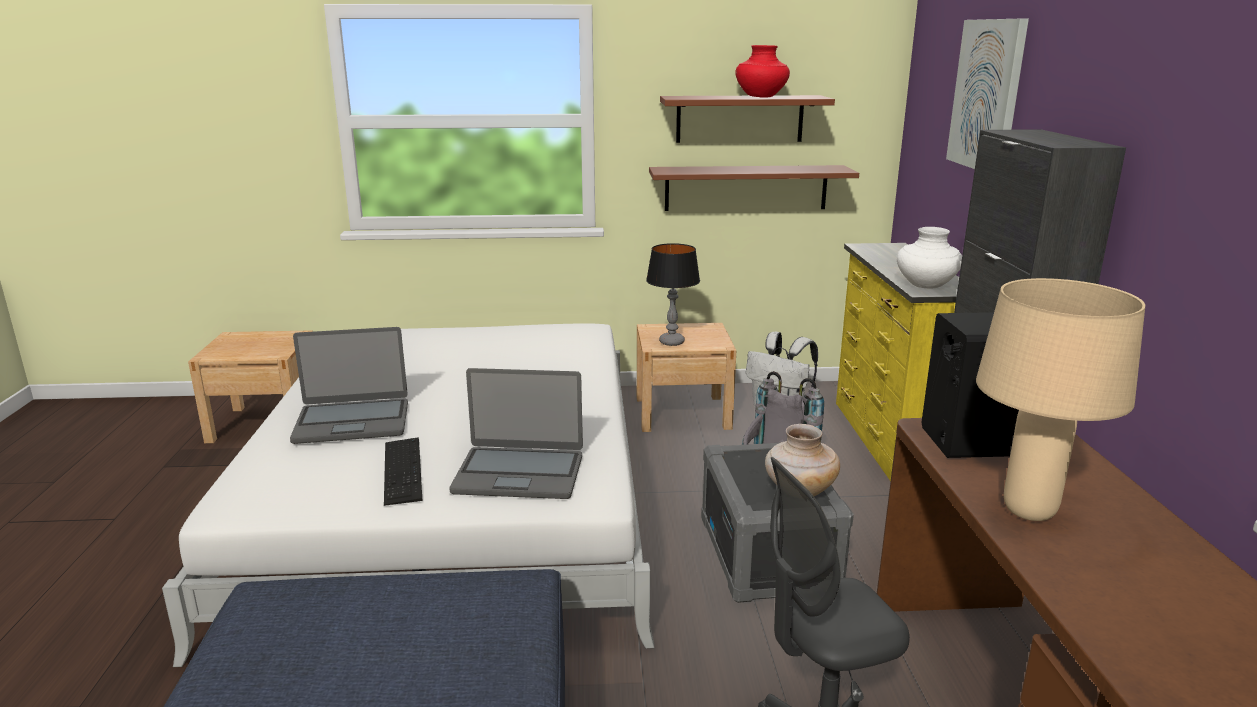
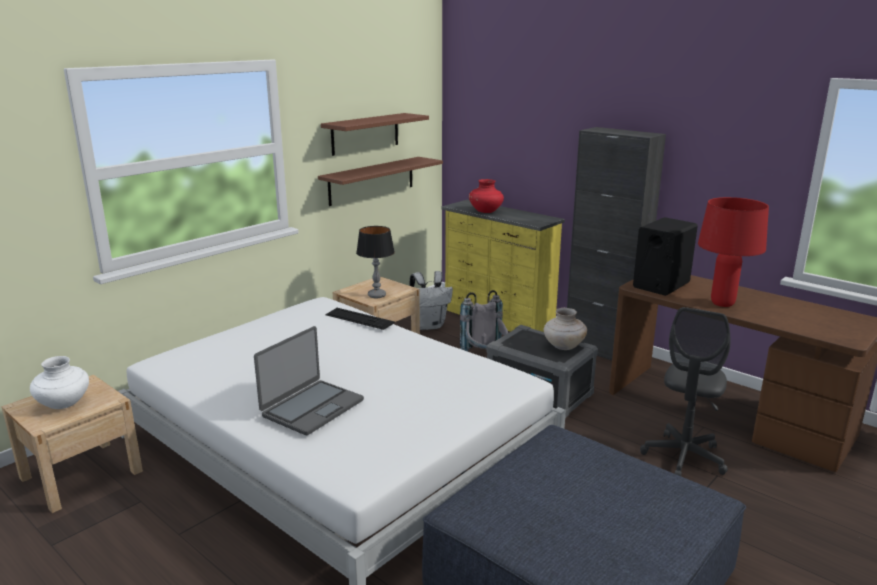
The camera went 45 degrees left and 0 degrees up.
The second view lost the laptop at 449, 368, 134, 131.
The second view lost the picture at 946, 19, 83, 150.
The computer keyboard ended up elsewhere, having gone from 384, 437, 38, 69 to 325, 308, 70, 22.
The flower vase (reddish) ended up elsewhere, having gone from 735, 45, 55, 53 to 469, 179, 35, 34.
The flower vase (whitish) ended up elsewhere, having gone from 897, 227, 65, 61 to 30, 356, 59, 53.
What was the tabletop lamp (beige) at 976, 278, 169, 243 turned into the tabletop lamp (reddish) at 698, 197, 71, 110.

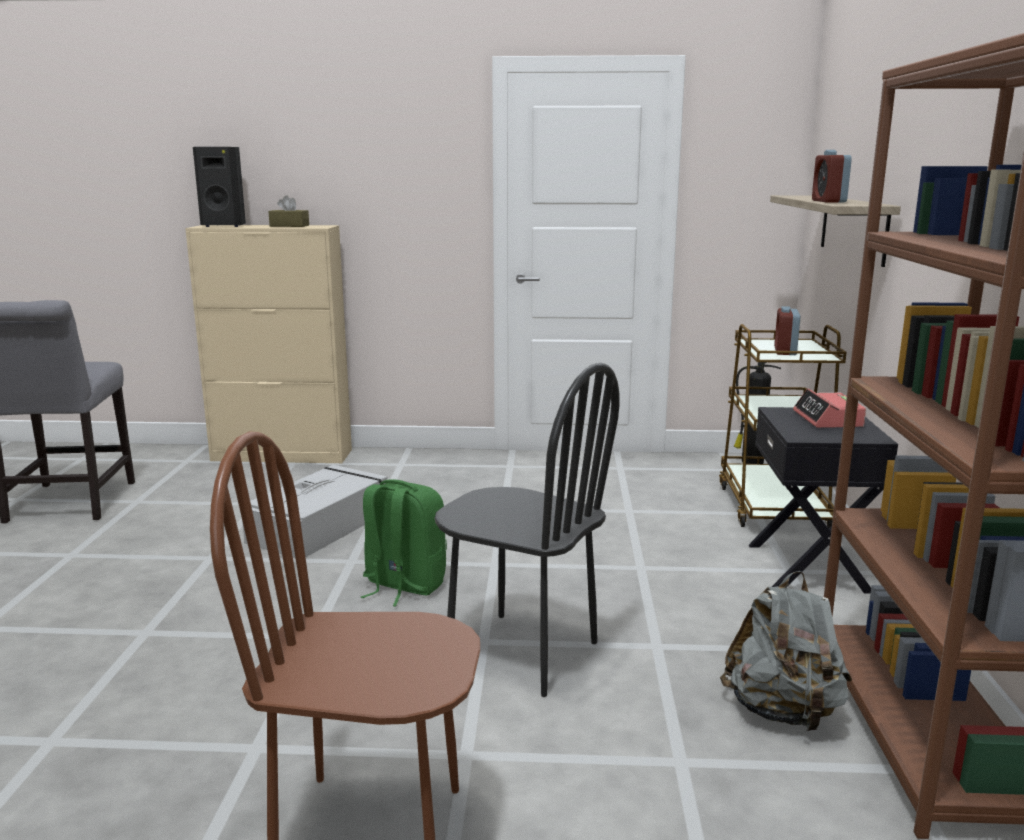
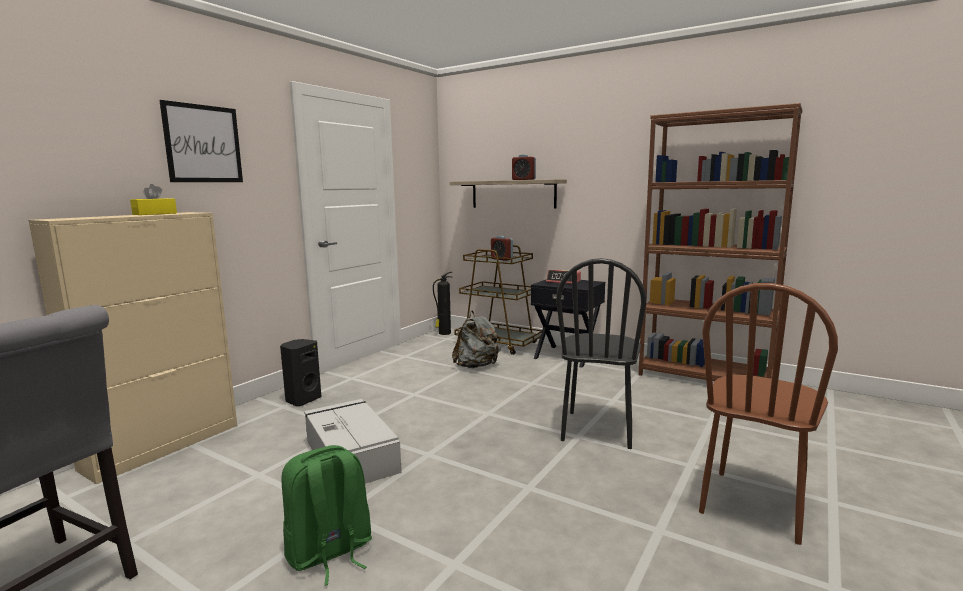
The camera went 60 degrees left and 5 degrees down.
The second view gained the picture at 159, 100, 84, 82.
The audio speaker (blackish) ended up elsewhere, having gone from 193, 147, 53, 80 to 280, 339, 41, 67.
The backpack (green-coloured) ended up elsewhere, having gone from 361, 479, 86, 127 to 282, 445, 90, 141.
The backpack (greyish) ended up elsewhere, having gone from 720, 571, 132, 160 to 452, 310, 49, 58.
What was the tissue holder (brown) at 268, 196, 41, 31 turned into the tissue holder (yellow) at 130, 184, 47, 31.
The plain chair (blackish) at 435, 363, 184, 334 ended up facing another way, 135 degrees clockwise from before.

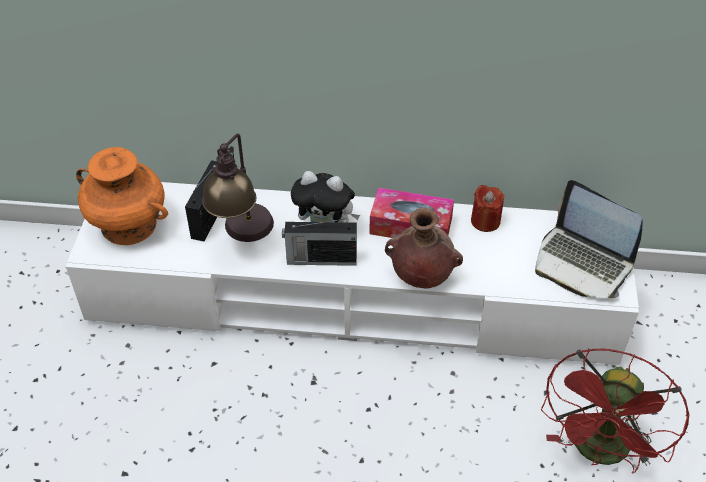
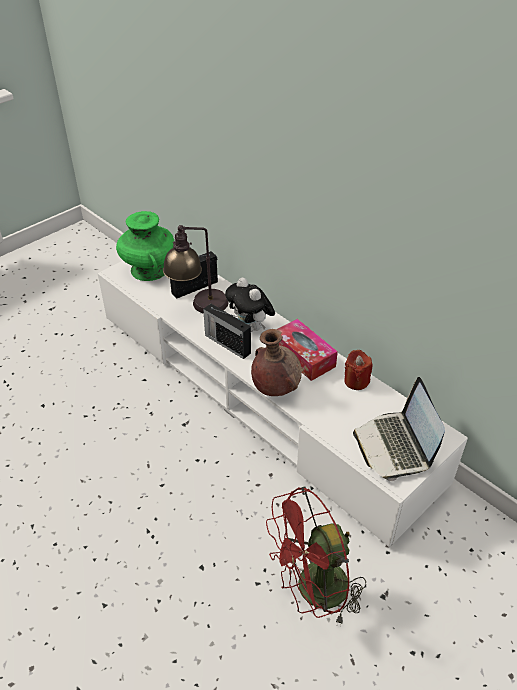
The camera went 40 degrees right and 5 degrees down.
What was the flower vase (orange) at 76, 147, 92, 98 turned into the flower vase (green-coloured) at 116, 211, 58, 70.

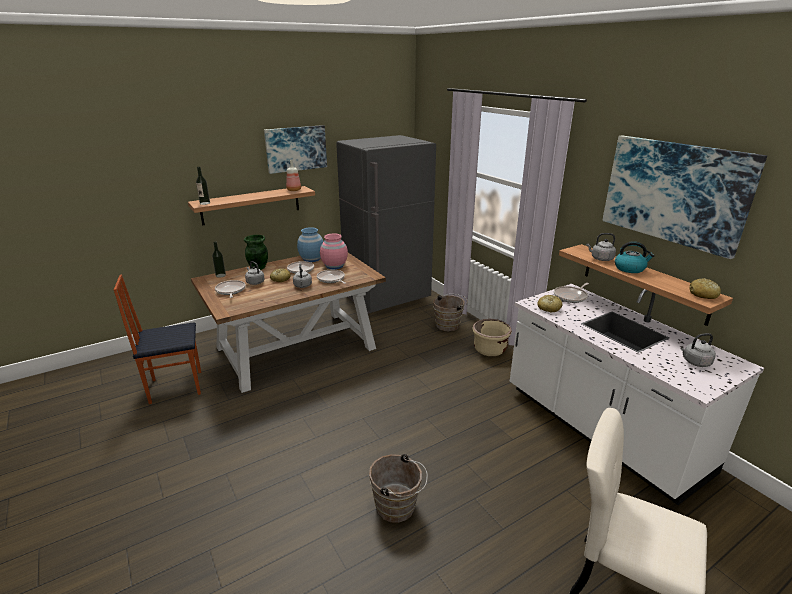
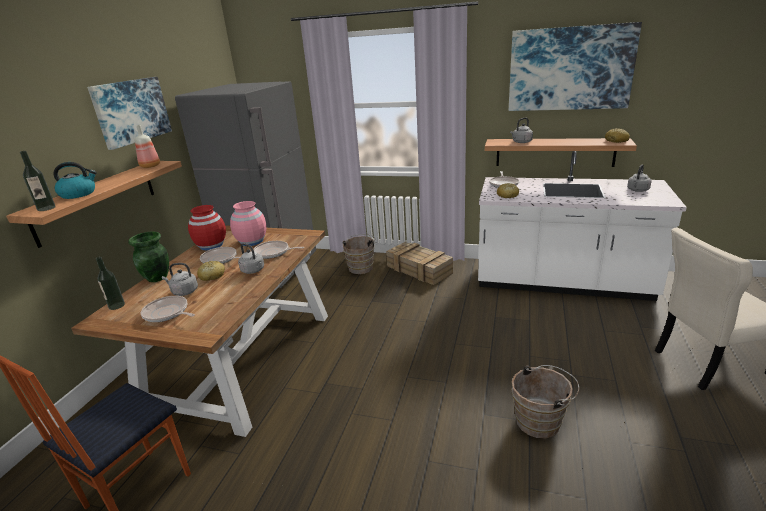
The camera went 40 degrees left and 0 degrees up.
The kettle ended up elsewhere, having gone from 615, 241, 40, 32 to 53, 162, 44, 37.
Where the planter (beige) stood at 472, 319, 40, 37, the crate came to stand at 386, 242, 67, 43.
What was the flower vase (bluish) at 297, 227, 27, 35 turned into the flower vase (reddish) at 188, 205, 38, 45.

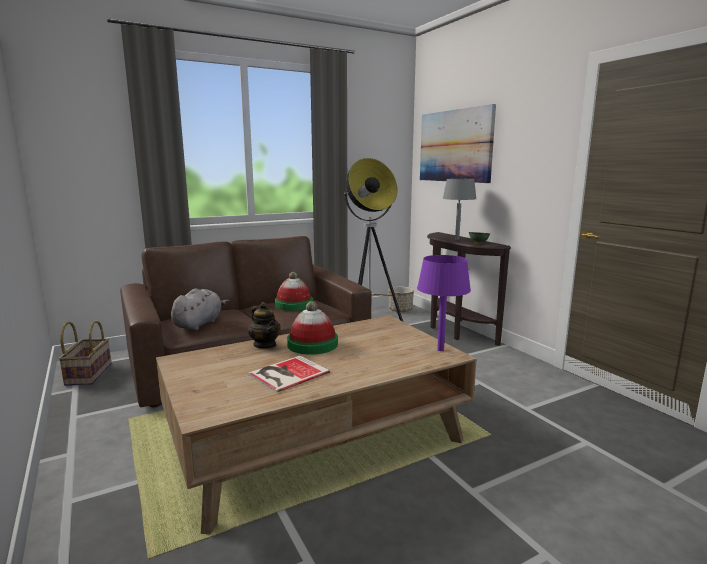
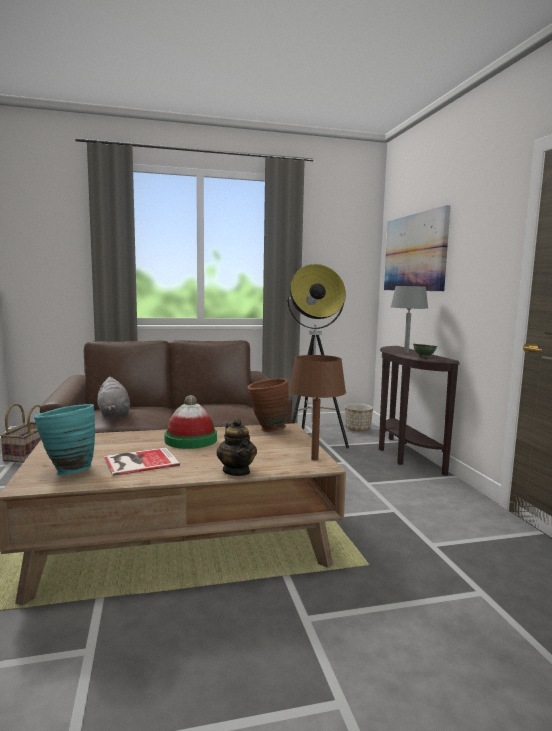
The camera went 15 degrees right and 5 degrees down.
The second view lost the clothing hat at 275, 272, 38, 39.
The second view gained the flower vase (turquoise) at 34, 404, 61, 71.
The second view gained the flower vase (brown) at 247, 378, 42, 54.
The pot for tea ended up elsewhere, having gone from 248, 302, 33, 47 to 216, 418, 41, 58.
What was the tabletop lamp (purple) at 417, 255, 54, 96 turned into the tabletop lamp (brown) at 288, 355, 58, 105.
The soft toy (greyish) at 171, 288, 59, 42 ended up facing another way, 120 degrees clockwise from before.

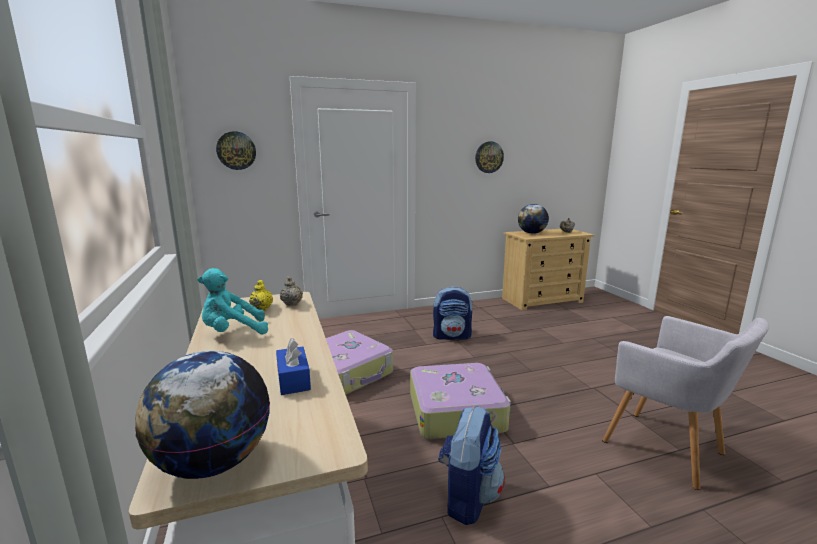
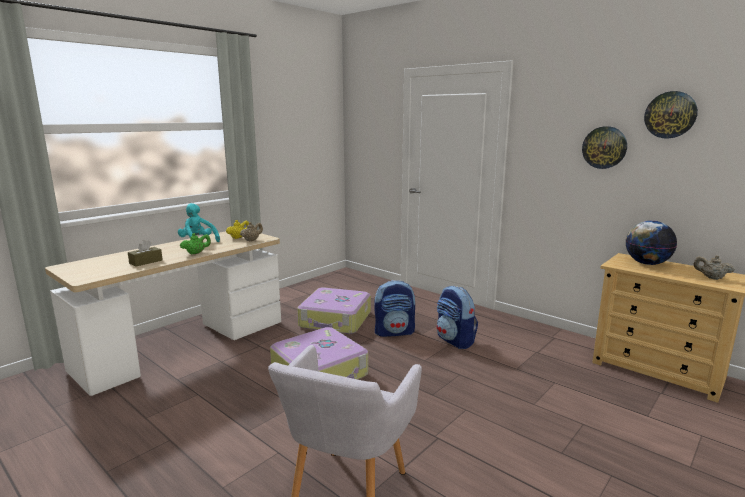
The camera went 60 degrees right and 0 degrees up.
The second view lost the globe at 135, 351, 135, 128.
The second view gained the pot for tea (green-coloured) at 180, 233, 31, 22.
The clock on the wall ended up elsewhere, having gone from 216, 131, 40, 39 to 644, 91, 54, 47.
The backpack ended up elsewhere, having gone from 438, 406, 67, 119 to 374, 280, 41, 57.
What was the tissue holder (bluish) at 276, 338, 35, 57 turned into the tissue holder (brown) at 128, 240, 35, 26.

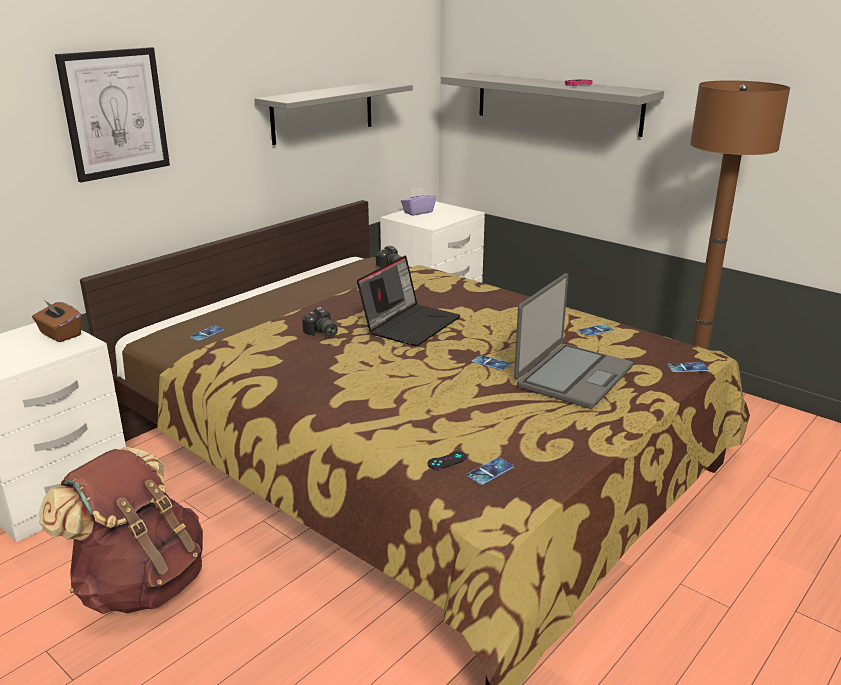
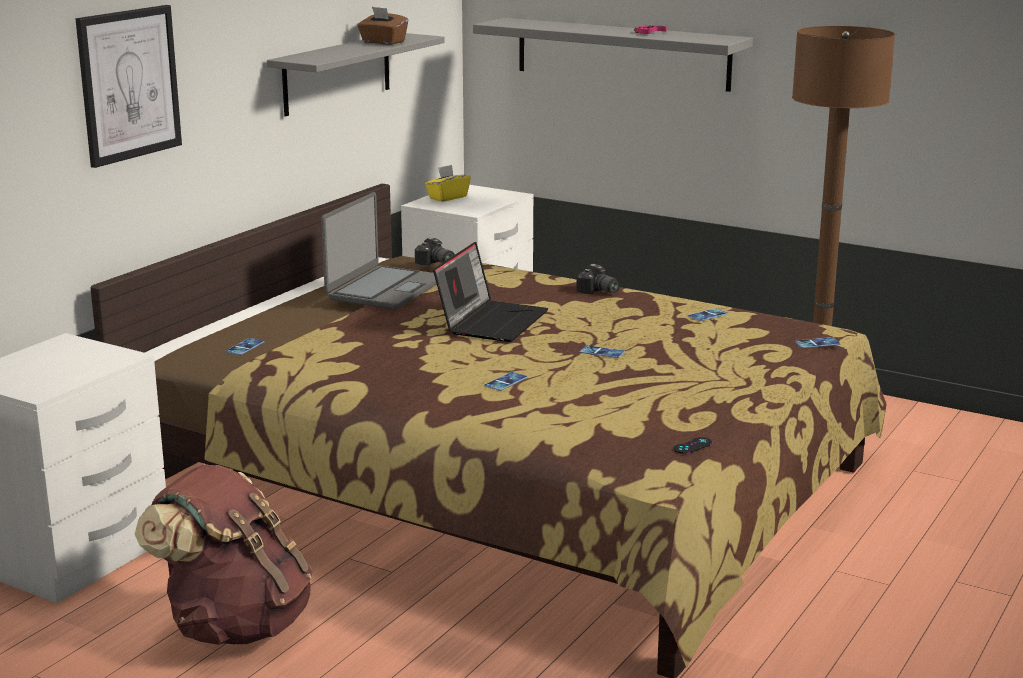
The camera went 10 degrees left and 5 degrees down.
The tissue holder (brown) ended up elsewhere, having gone from 32, 301, 50, 41 to 357, 7, 51, 38.
The photo camera ended up elsewhere, having gone from 302, 307, 36, 30 to 576, 264, 44, 30.
The gamepad (blackish) ended up elsewhere, having gone from 428, 451, 39, 18 to 674, 437, 38, 17.
The phone ended up elsewhere, having gone from 467, 457, 47, 28 to 484, 372, 43, 19.
The laptop ended up elsewhere, having gone from 514, 273, 119, 136 to 321, 192, 116, 117.
What was the tissue holder (purple) at 401, 187, 35, 29 turned into the tissue holder (yellow) at 425, 165, 46, 37.

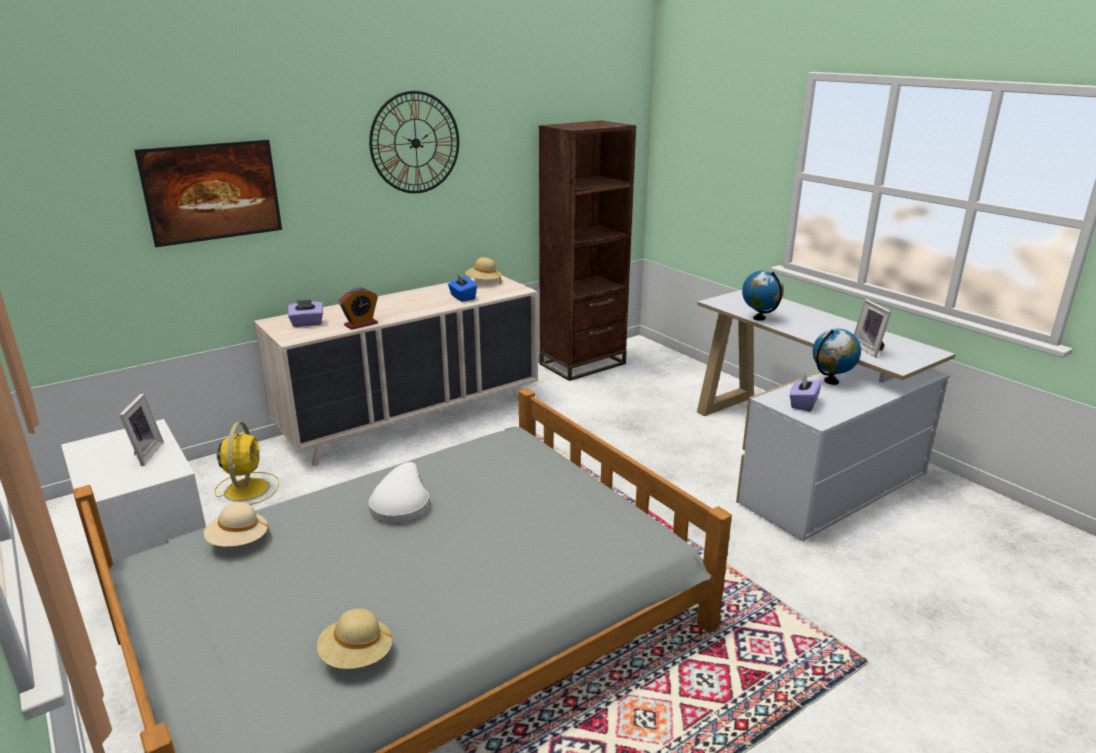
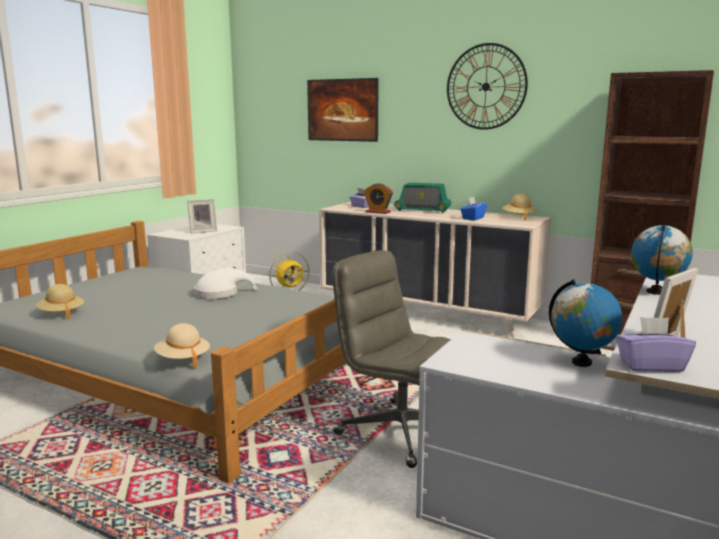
The camera went 65 degrees right and 10 degrees down.
The second view gained the computer chair (greyish) at 332, 250, 119, 218.
The second view gained the radio set at 394, 183, 57, 30.
The clothing hat (beige) ended up elsewhere, having gone from 204, 502, 66, 45 to 154, 323, 56, 44.
The tissue holder (purple) ended up elsewhere, having gone from 790, 373, 32, 39 to 616, 317, 80, 55.

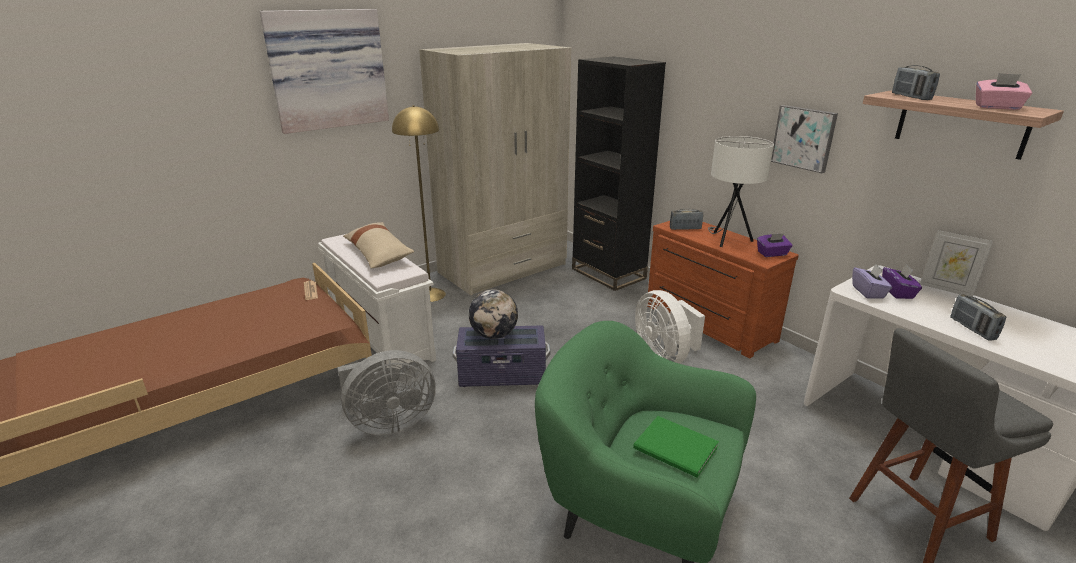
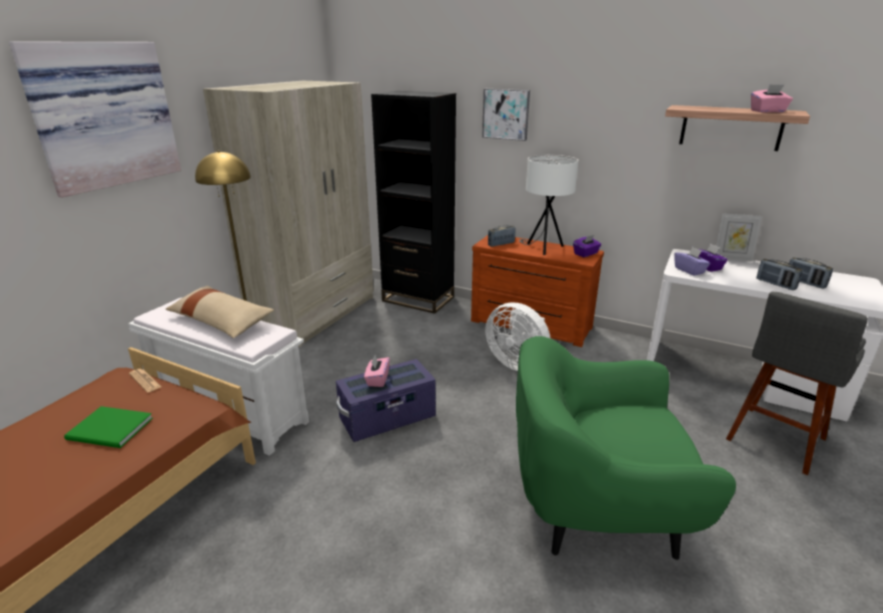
The camera went 25 degrees left and 0 degrees up.
The second view lost the fan (greyish) at 337, 350, 99, 85.
The volume (green-coloured) ended up elsewhere, having gone from 633, 416, 86, 61 to 64, 406, 89, 42.
The picture ended up elsewhere, having gone from 771, 105, 67, 68 to 482, 89, 48, 52.
The radio set ended up elsewhere, having gone from 892, 65, 48, 35 to 789, 257, 44, 32.
Where the globe stood at 469, 289, 49, 50, the tissue holder (pinkish) came to stand at 364, 355, 26, 32.

